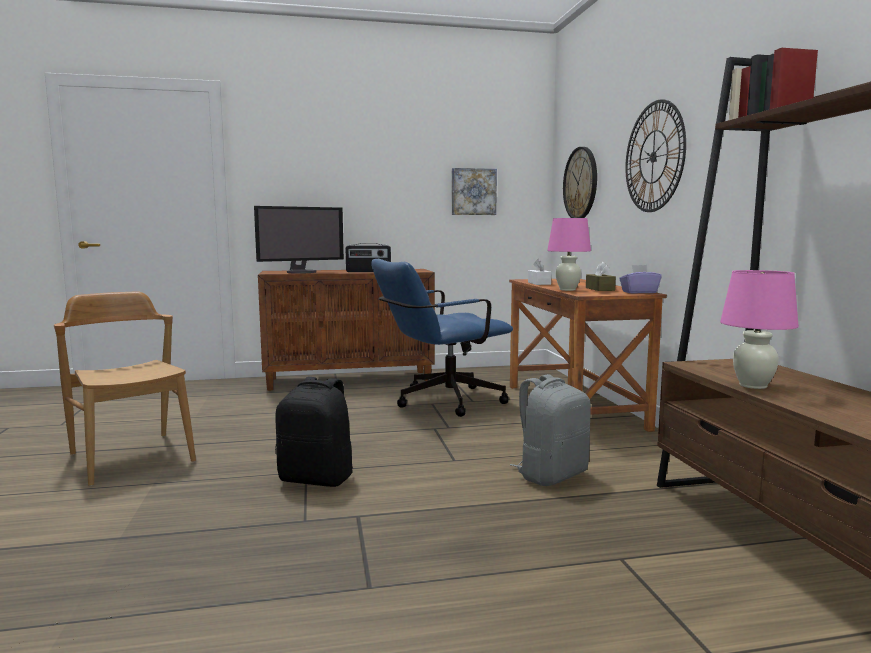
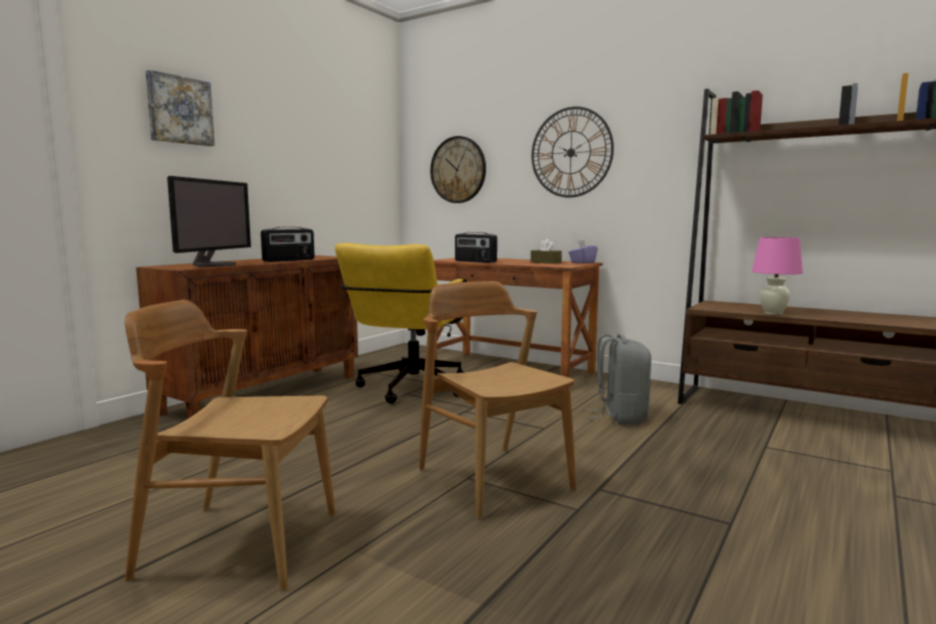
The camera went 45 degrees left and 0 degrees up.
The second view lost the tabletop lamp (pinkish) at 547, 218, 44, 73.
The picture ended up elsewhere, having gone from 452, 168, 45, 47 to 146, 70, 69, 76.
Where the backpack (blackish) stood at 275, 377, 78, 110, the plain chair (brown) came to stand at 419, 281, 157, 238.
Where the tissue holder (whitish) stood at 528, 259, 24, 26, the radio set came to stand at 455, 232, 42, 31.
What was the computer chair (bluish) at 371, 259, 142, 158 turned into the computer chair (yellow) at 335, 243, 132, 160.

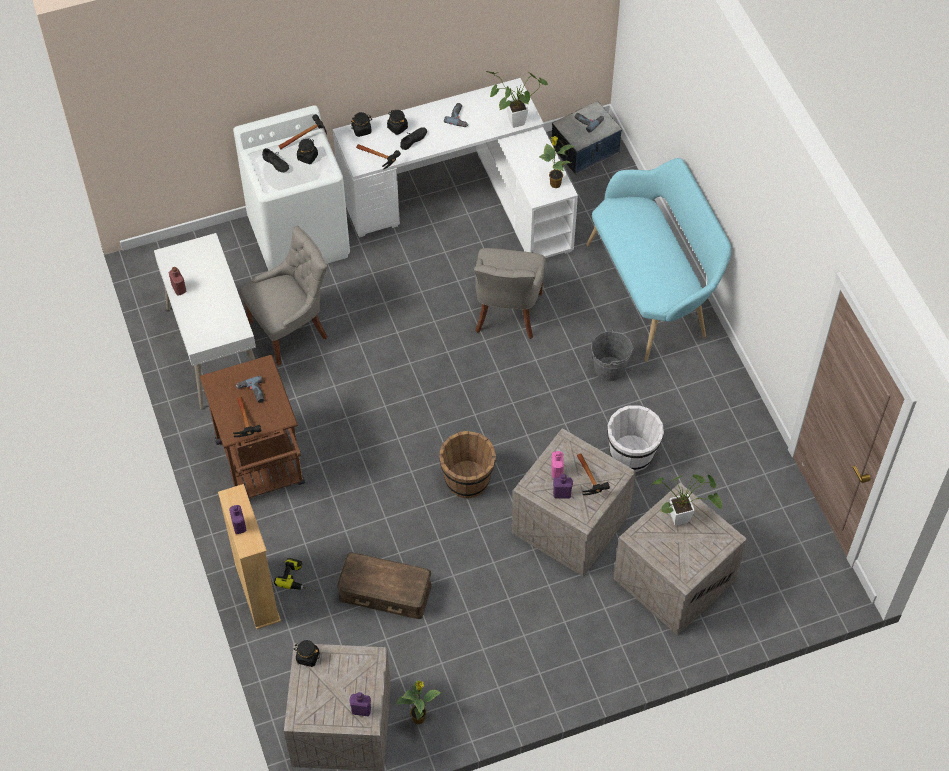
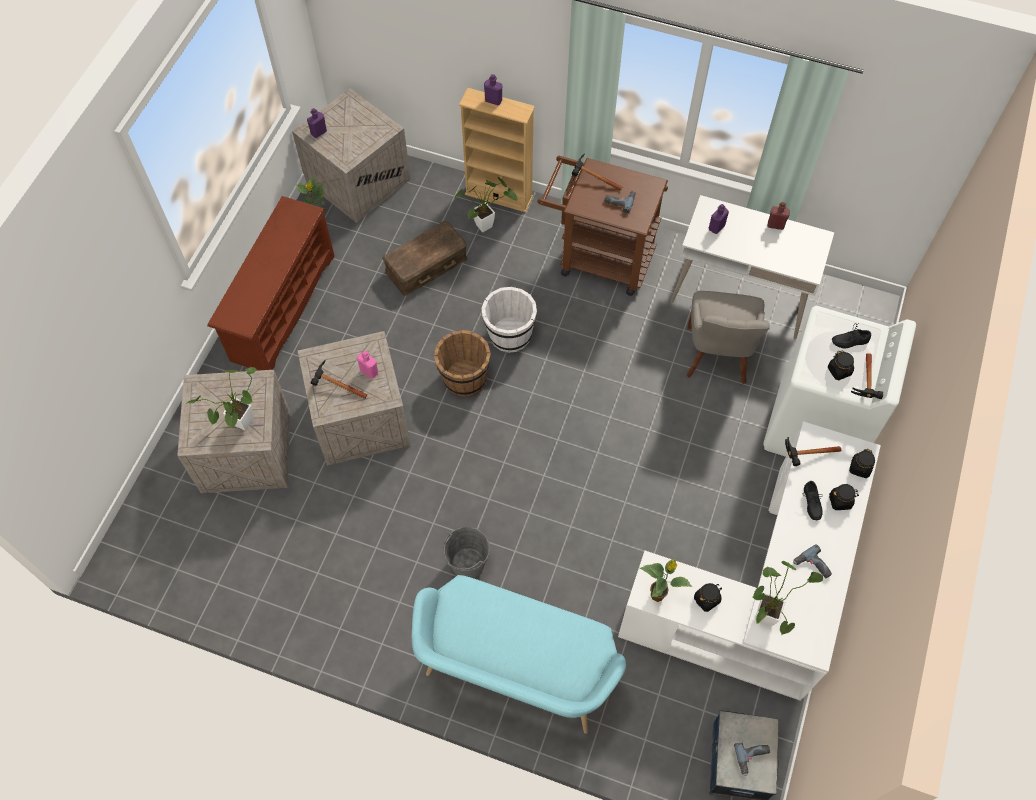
The camera went 130 degrees right and 5 degrees up.
The second view lost the plain chair (greyish) at 474, 248, 72, 91.
The second view gained the shoe stand (brown) at 207, 196, 128, 175.
The jar (blackish) ended up elsewhere, having gone from 294, 640, 26, 27 to 694, 583, 28, 29.
The bottle (purple) ended up elsewhere, having gone from 553, 474, 20, 24 to 709, 204, 20, 30.
The water bucket (whitish) ended up elsewhere, having gone from 607, 405, 57, 67 to 482, 287, 55, 66.
Where the power drill stood at 274, 558, 42, 33, the houseplant came to stand at 454, 177, 63, 55.

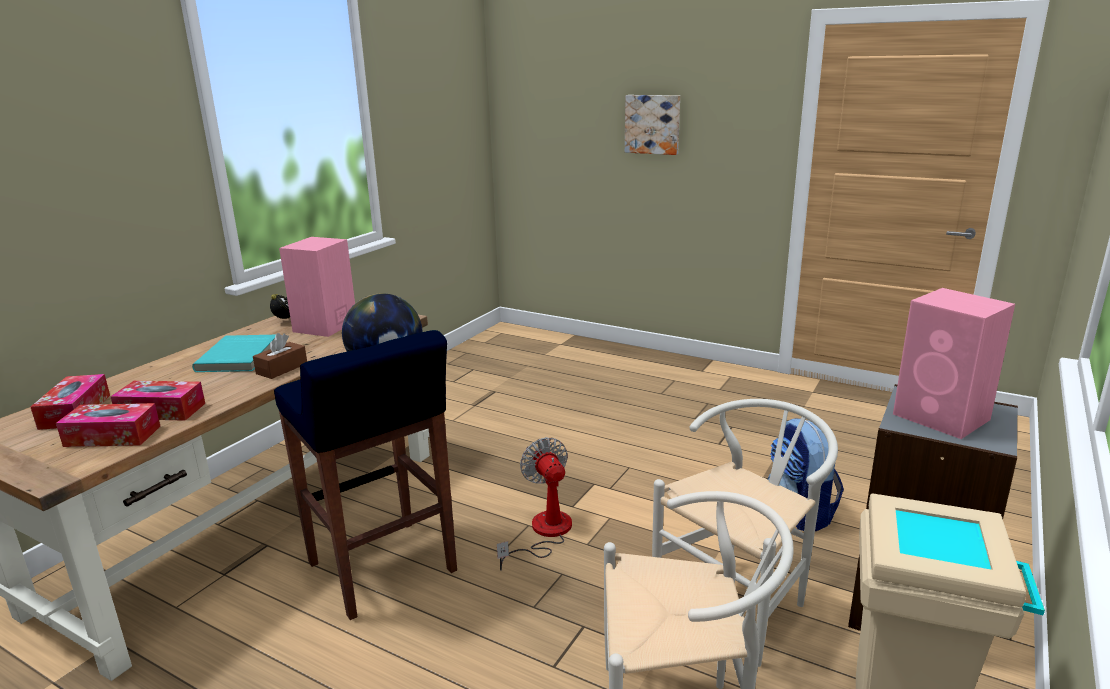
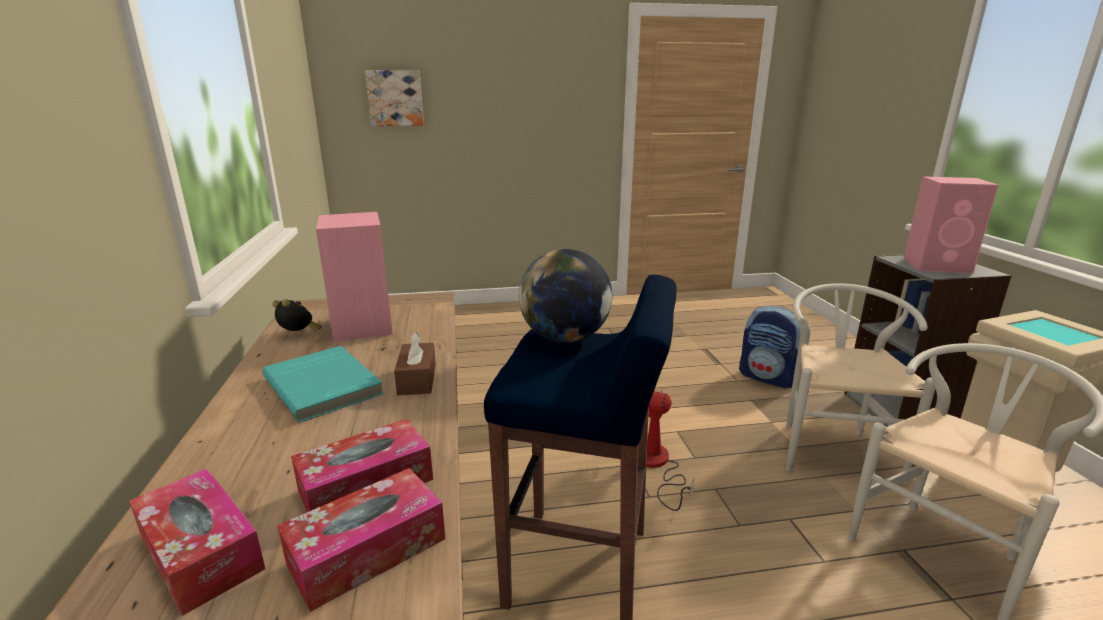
The camera went 40 degrees left and 0 degrees up.
The picture ended up elsewhere, having gone from 625, 95, 55, 60 to 365, 70, 59, 56.

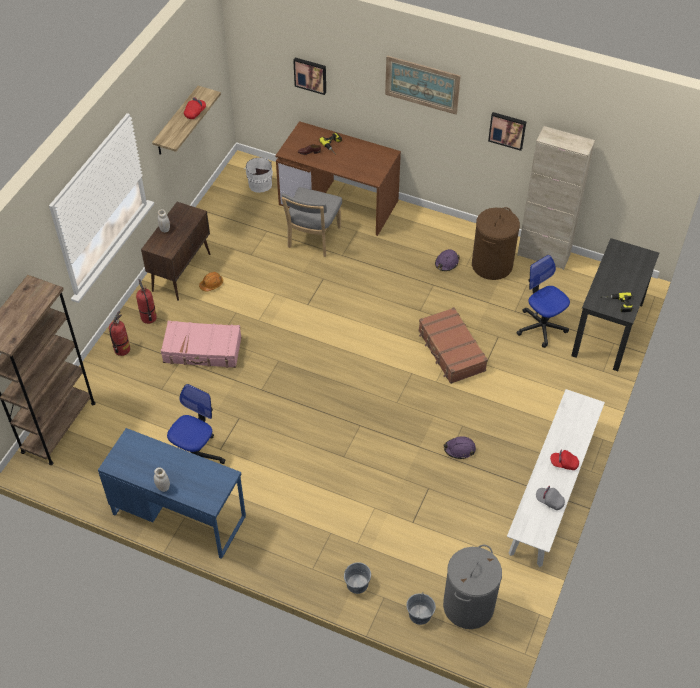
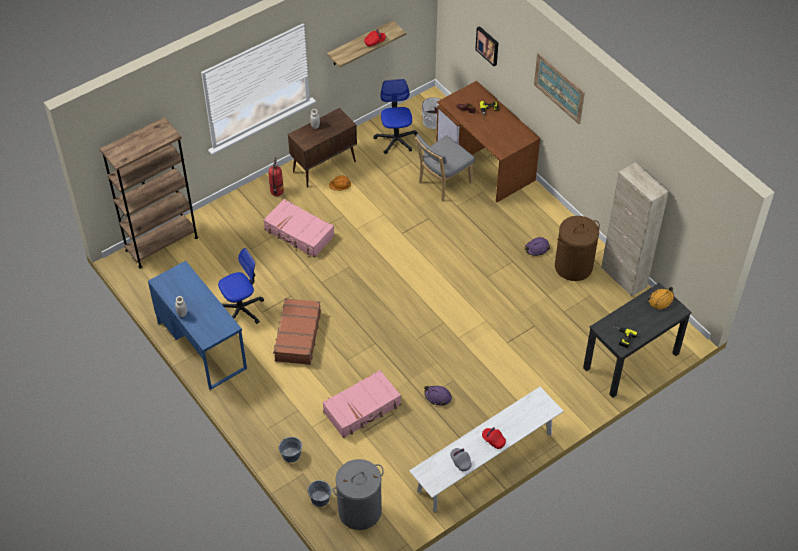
The camera went 30 degrees right and 0 degrees up.
The second view lost the fire extinguisher at 109, 311, 21, 45.
The second view lost the picture at 488, 112, 39, 39.
The second view gained the piece of luggage (pinkish) at 322, 370, 79, 68.
The second view gained the safety helmet (orange) at 648, 287, 26, 22.
The piece of luggage (brown) ended up elsewhere, having gone from 419, 307, 69, 77 to 273, 298, 48, 67.
The computer chair ended up elsewhere, having gone from 516, 255, 54, 93 to 373, 79, 45, 75.

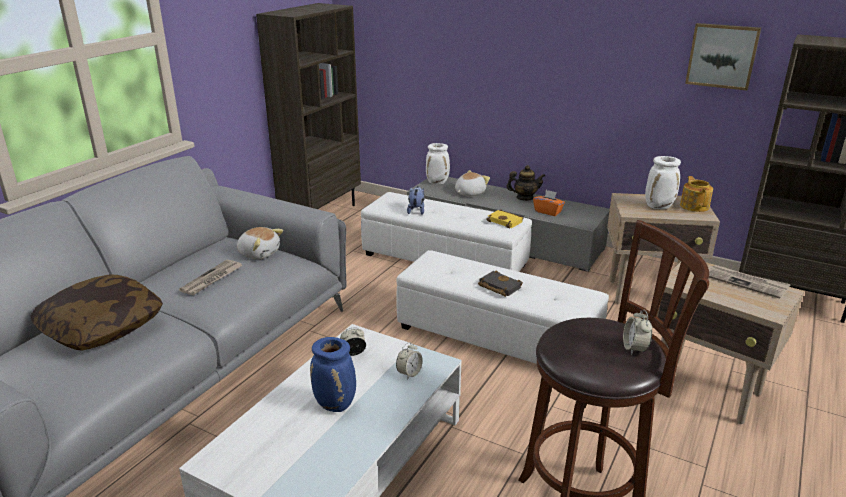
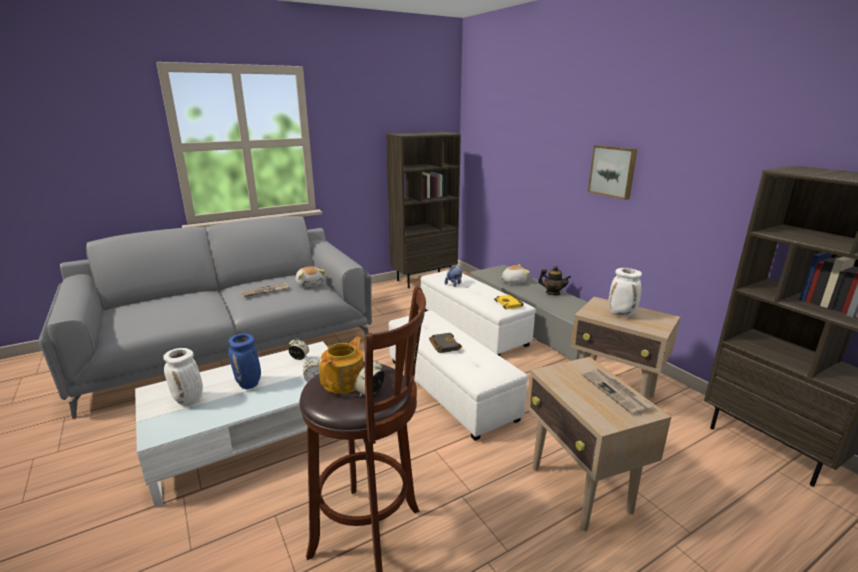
The camera went 30 degrees right and 5 degrees down.
The second view lost the throw pillow at 30, 275, 133, 76.
The second view lost the tissue holder (orange) at 533, 190, 32, 26.
The flower vase (whitish) ended up elsewhere, having gone from 426, 143, 24, 41 to 163, 348, 40, 58.
The pot for tea ended up elsewhere, having gone from 680, 176, 33, 36 to 319, 337, 45, 57.
The picture ended up elsewhere, having gone from 685, 23, 76, 68 to 588, 145, 49, 55.

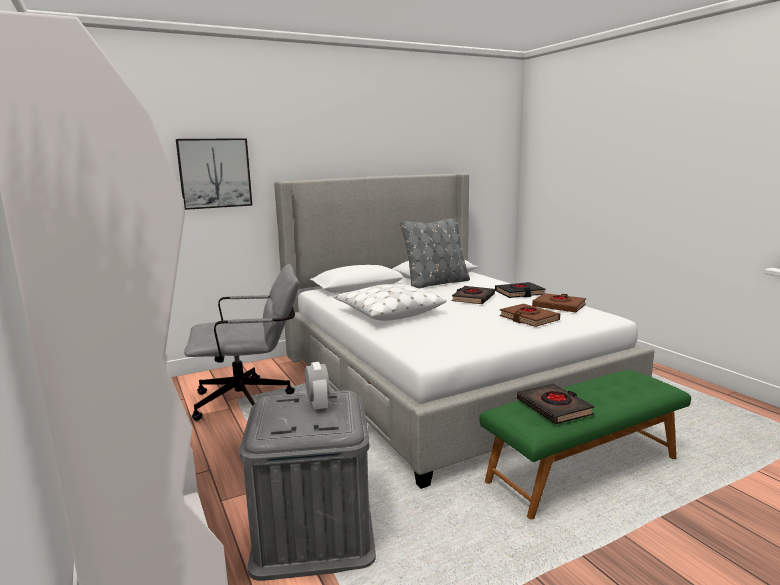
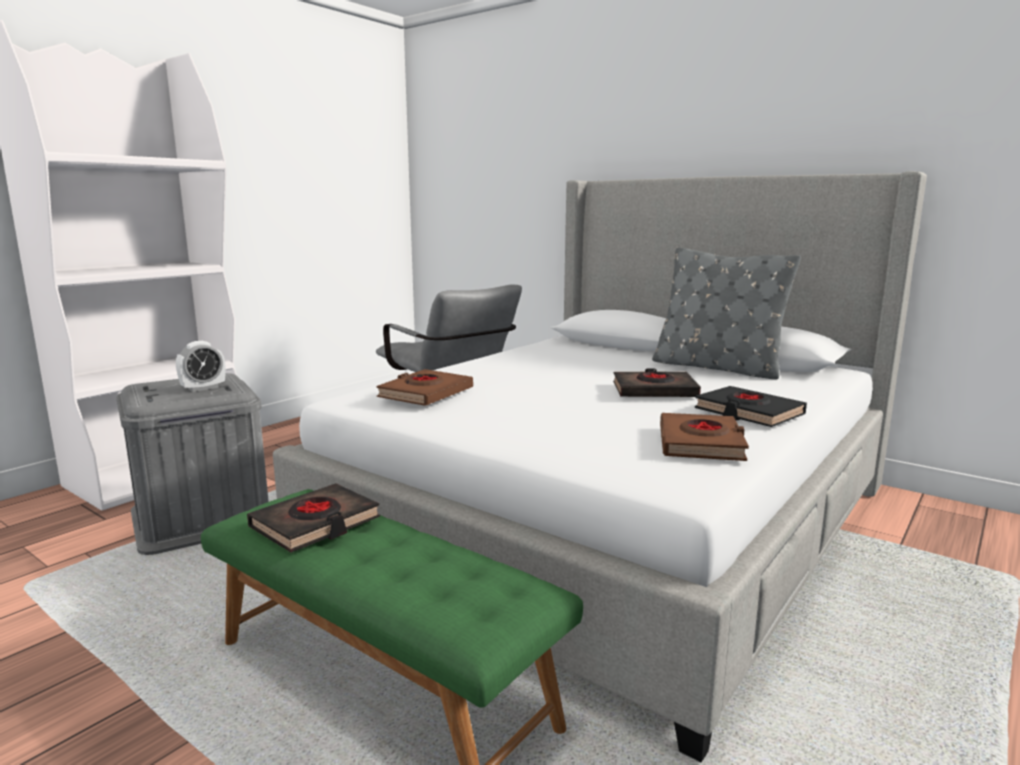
The camera went 65 degrees right and 0 degrees up.
The second view lost the picture at 176, 138, 76, 72.
The second view lost the throw pillow (whitish) at 333, 284, 114, 37.
The volume (brown) ended up elsewhere, having gone from 500, 304, 60, 23 to 377, 369, 96, 37.

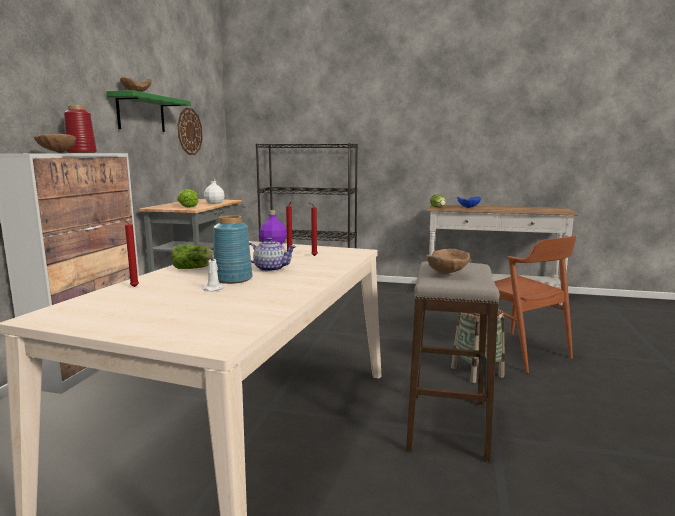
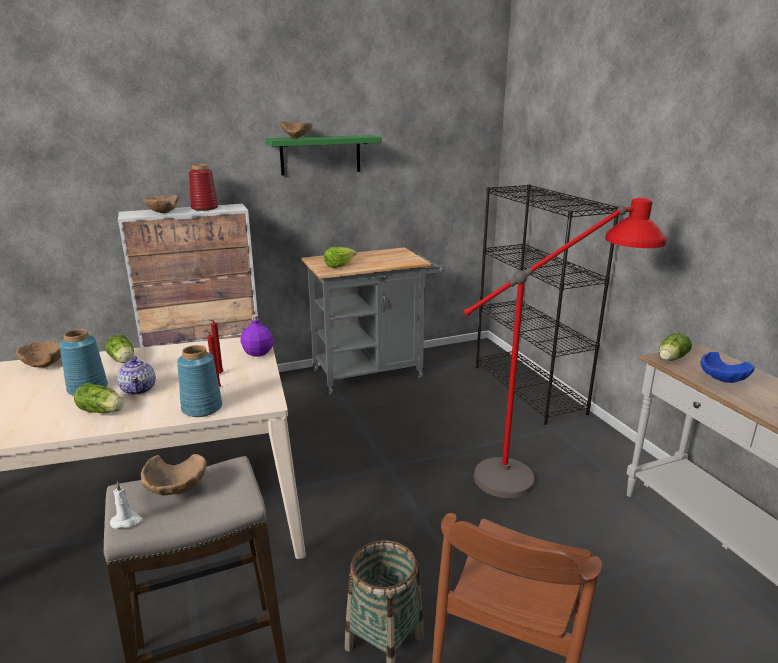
The camera went 55 degrees right and 10 degrees up.
The second view lost the clock on the wall at 177, 108, 26, 47.
The second view lost the bottle (whitish) at 204, 178, 21, 26.
The second view gained the head of lettuce at 74, 383, 50, 30.
The second view gained the flower vase (bluish) at 177, 345, 45, 72.
The second view gained the floor lamp (reddish) at 463, 197, 204, 301.
The wax candle (whitish) ended up elsewhere, having gone from 203, 253, 21, 38 to 110, 481, 33, 48.
Where the wax candle (reddish) stood at 122, 217, 17, 70, the deep dish (brown) came to stand at 16, 341, 45, 27.

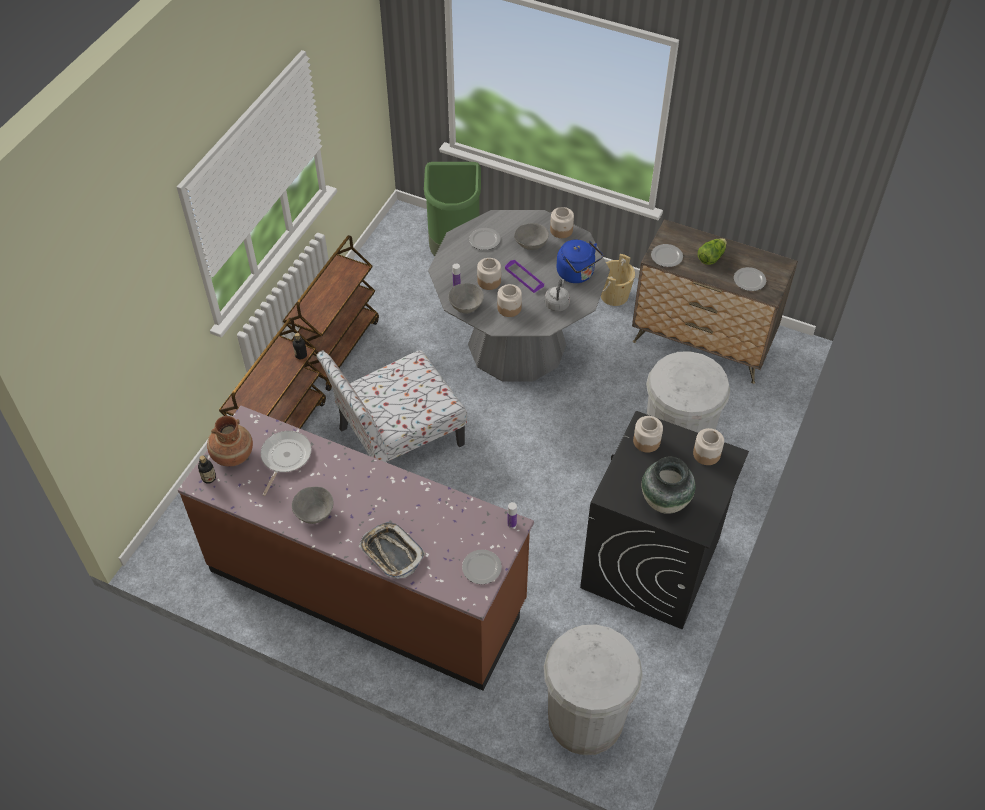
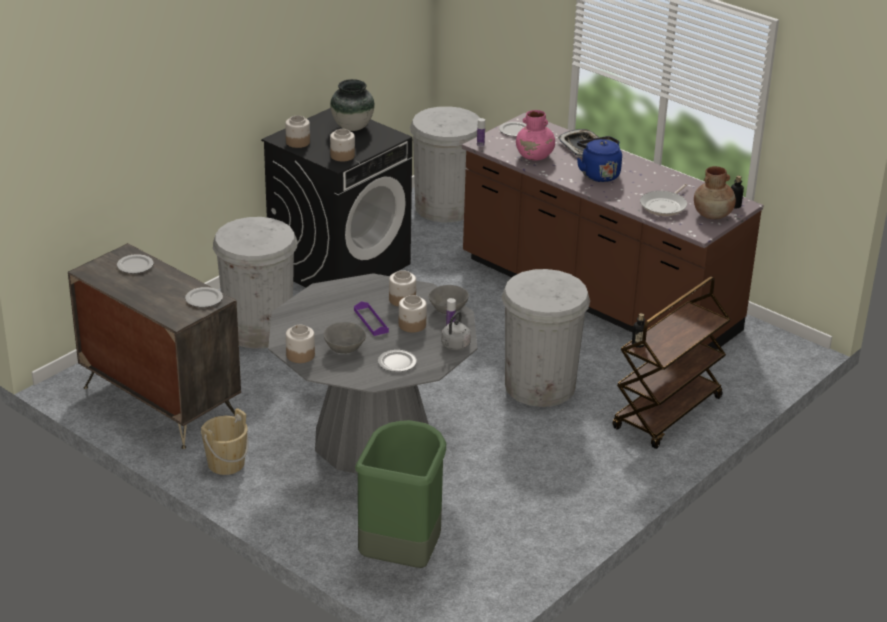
The camera went 165 degrees left and 20 degrees down.
The second view lost the cart (brown) at 283, 235, 96, 156.
The second view lost the deep dish (greyish) at 292, 487, 41, 37.
The second view lost the head of lettuce at 697, 238, 30, 27.
The second view gained the flower vase (pinkish) at 516, 110, 39, 51.
The kettle (greyish) ended up elsewhere, having gone from 545, 279, 25, 33 to 441, 311, 30, 39.
The kettle (bluish) ended up elsewhere, having gone from 557, 240, 46, 43 to 577, 136, 45, 46.
Where the plain chair stood at 316, 350, 151, 112, the rubbish bin (whitish) came to stand at 502, 269, 88, 138.

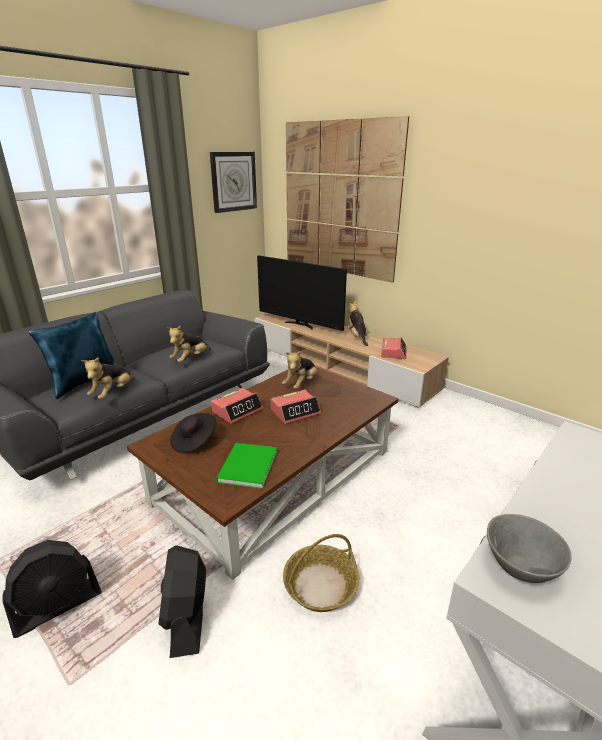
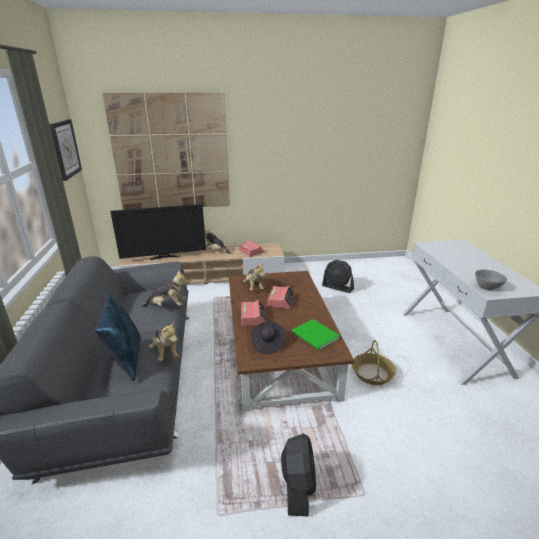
The camera went 50 degrees left and 0 degrees up.
The fan (blackish) ended up elsewhere, having gone from 159, 545, 47, 113 to 322, 260, 32, 33.
The soft toy at 166, 326, 45, 37 ended up facing another way, 75 degrees counterclockwise from before.

